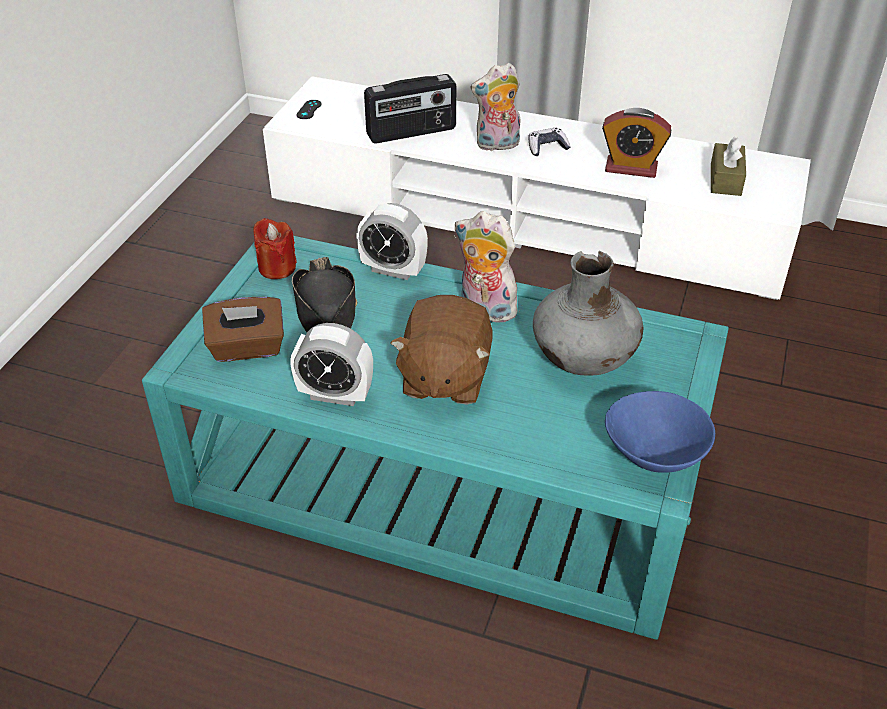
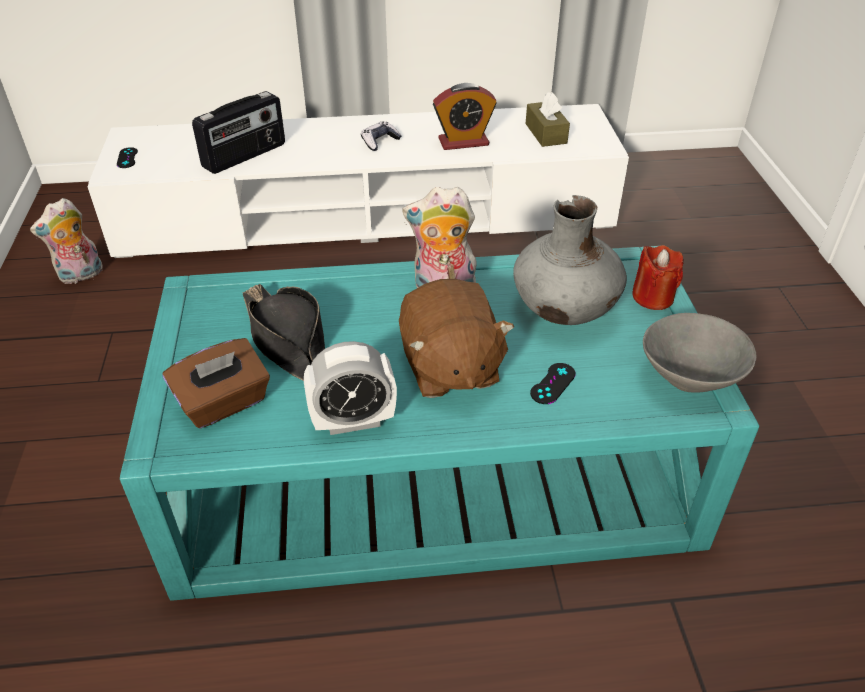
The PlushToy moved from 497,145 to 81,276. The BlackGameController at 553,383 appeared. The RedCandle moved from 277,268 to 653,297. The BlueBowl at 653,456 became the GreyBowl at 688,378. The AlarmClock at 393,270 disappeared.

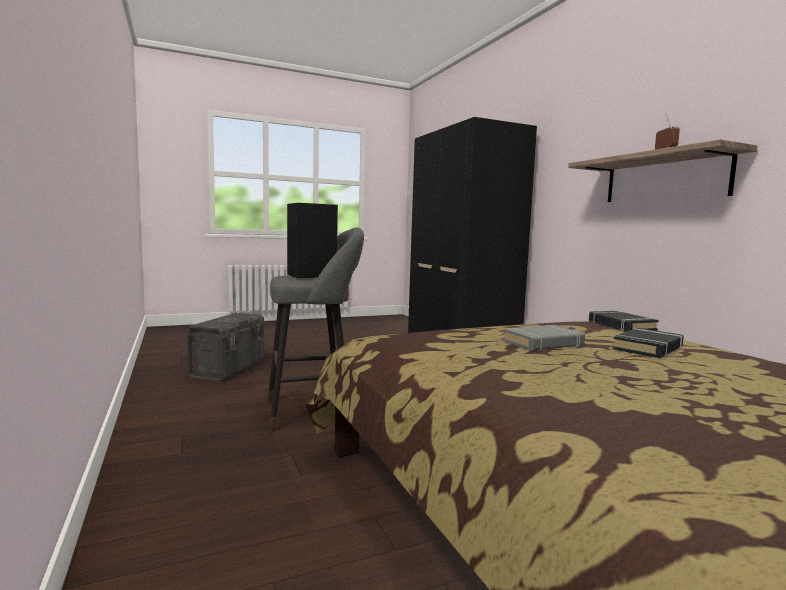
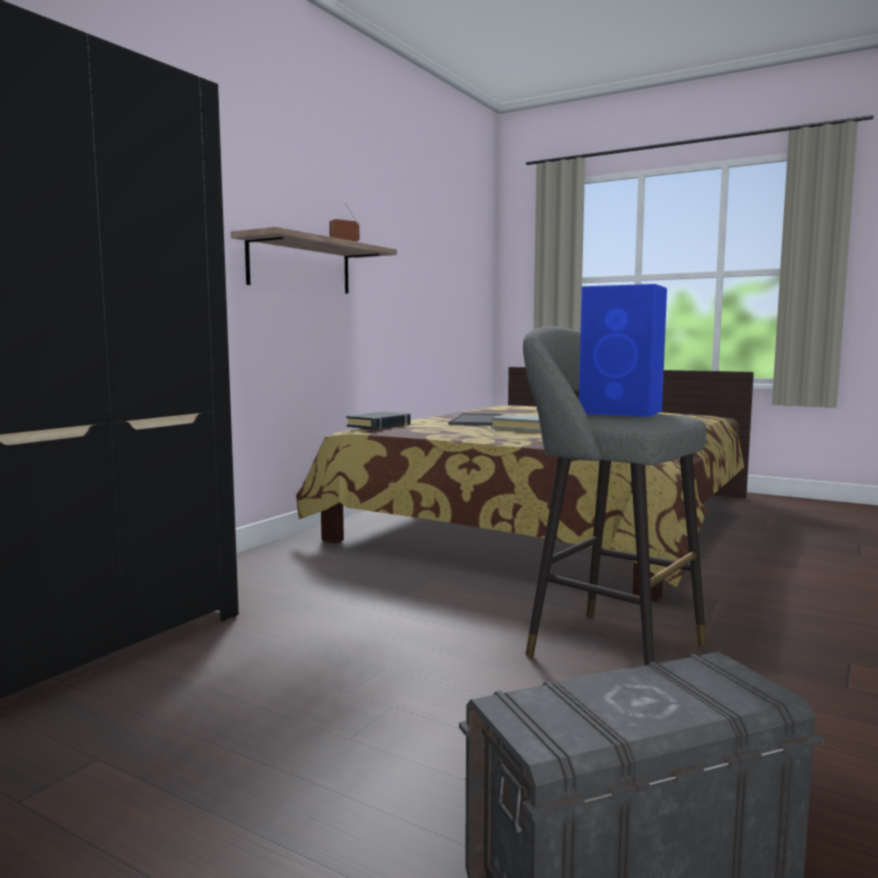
The BlackBook at 648,348 was replaced by the Tray at 476,420. The BlackSpeaker at 310,276 became the BlueSpeaker at 623,412.

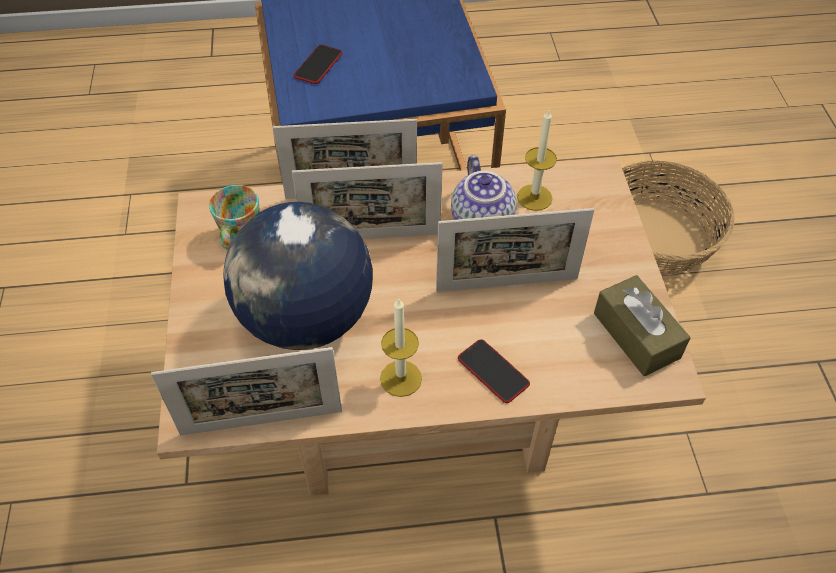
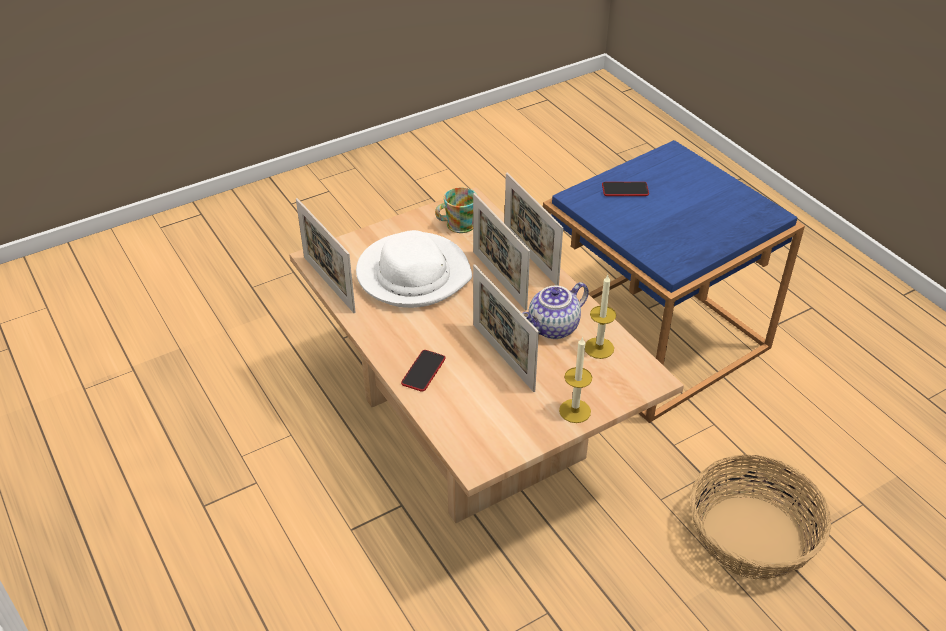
The Globe at 305,318 was replaced by the WhiteHat at 413,274. The Candle moved from 401,378 to 575,411. The BrownTissueBox at 636,335 disappeared.

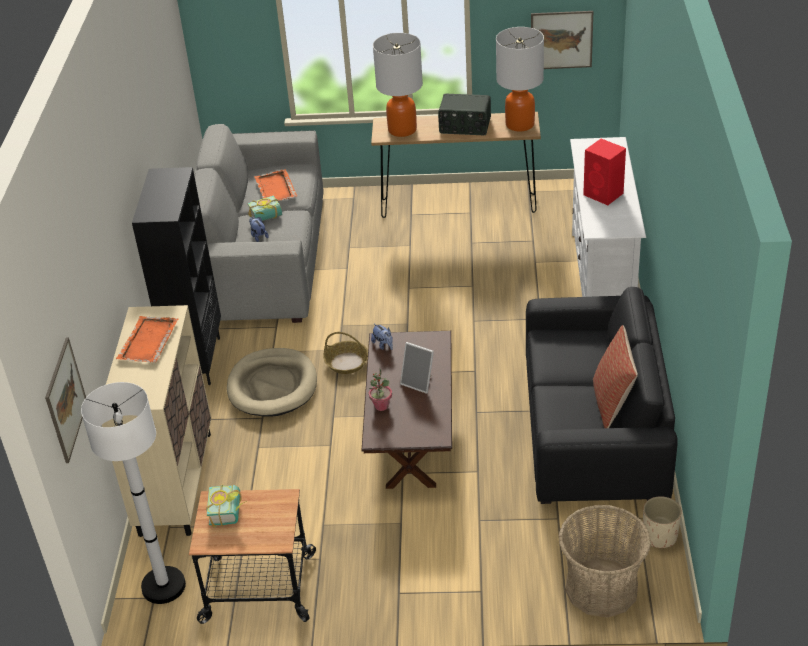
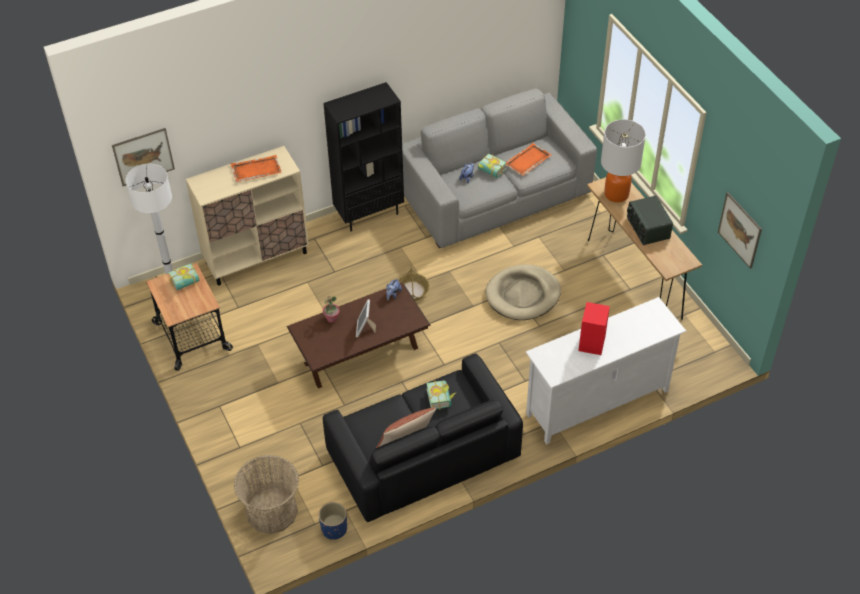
The BeigePlanter at 660,536 became the BluePlanter at 334,529. The Book at 442,398 appeared. The BeigeDogBed moved from 272,386 to 523,295. The TableLamp at 520,124 disappeared.

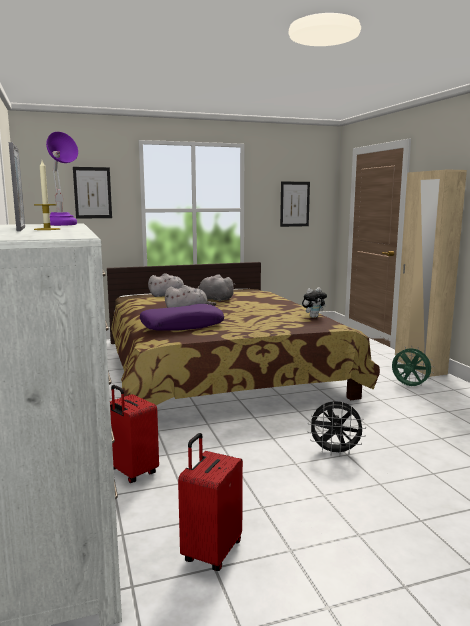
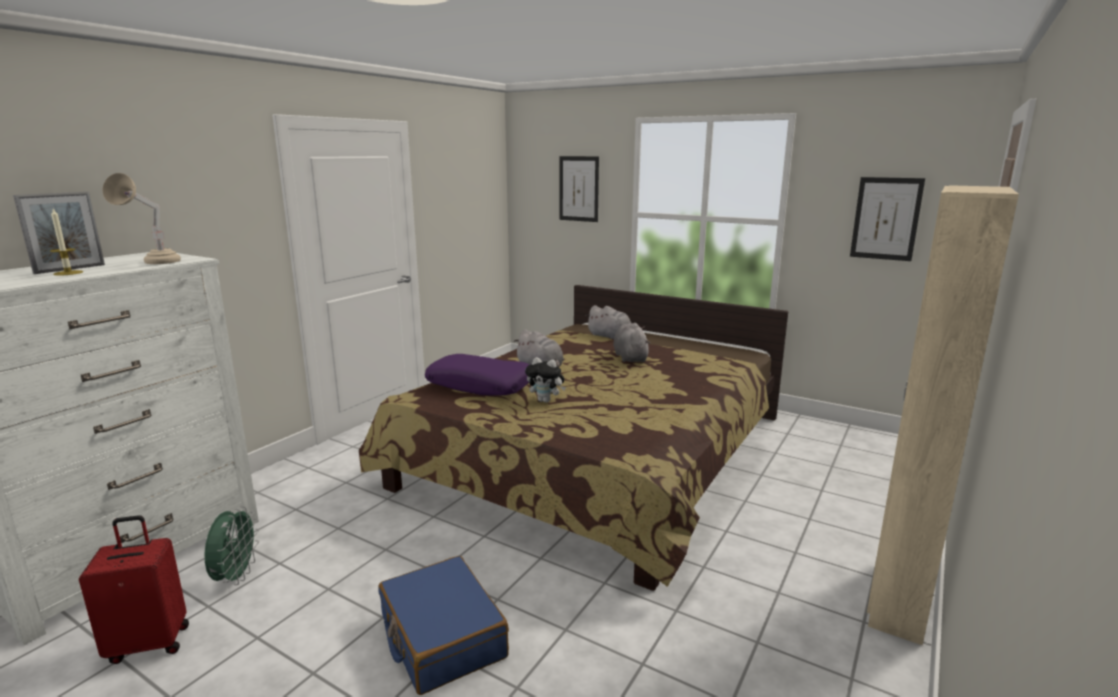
The PurpleTableLamp at 63,225 became the BeigeTableLamp at 154,263. The GreenFan moved from 409,386 to 236,577. The BlackFan at 335,452 was replaced by the BlueSuitcase at 441,637. The PlushToy moved from 313,317 to 546,400. The RedSuitcase at 131,472 disappeared.

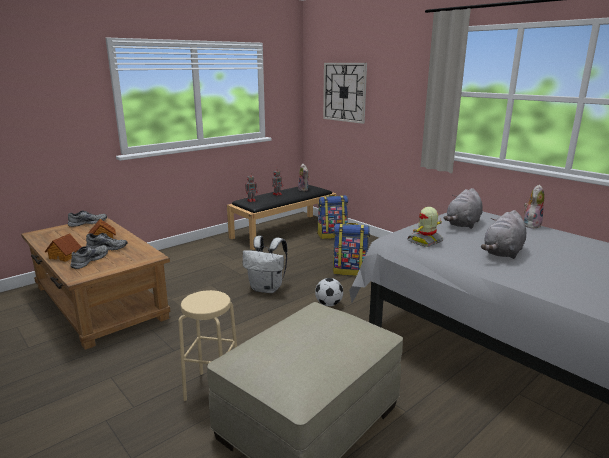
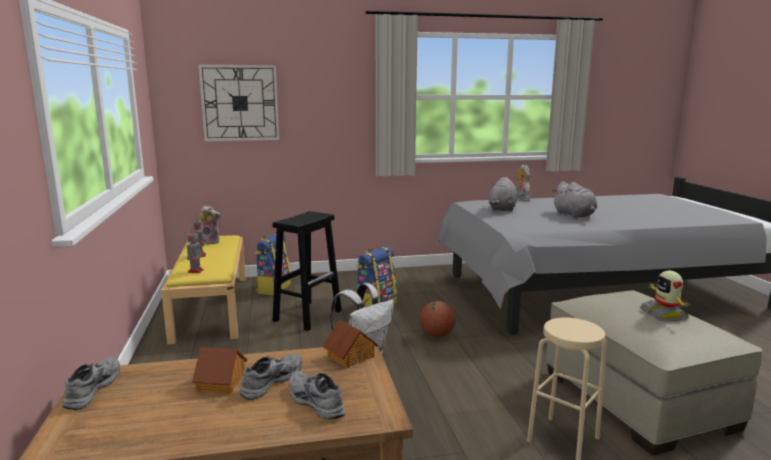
The BlackBench at 284,230 became the YellowBench at 211,306. The BlackStool at 308,315 appeared. The ToyHouse moved from 65,256 to 350,356. The Football at 329,304 was replaced by the Basketball at 437,335. The GreyPlushToy at 463,224 turned 45 degrees clockwise. The ToyRobot moved from 425,241 to 664,314.

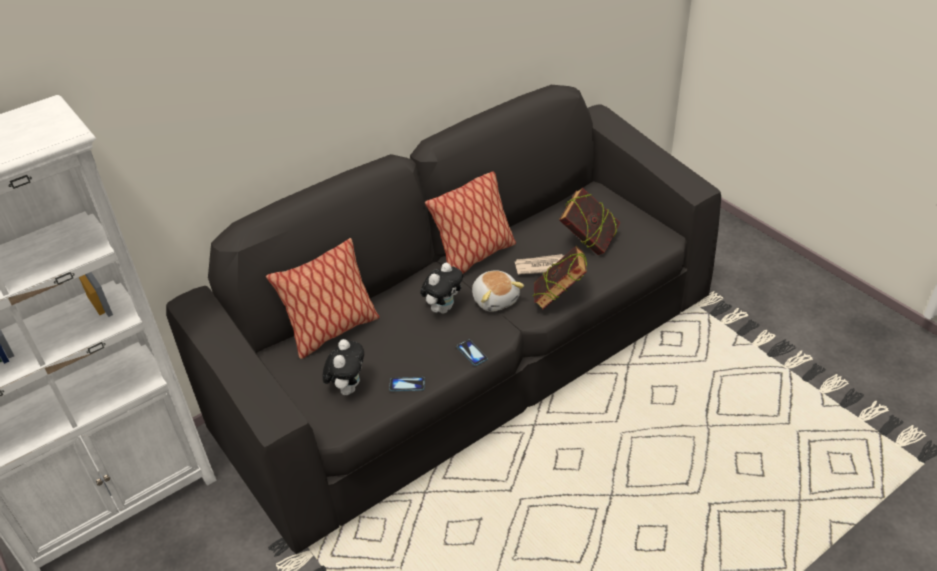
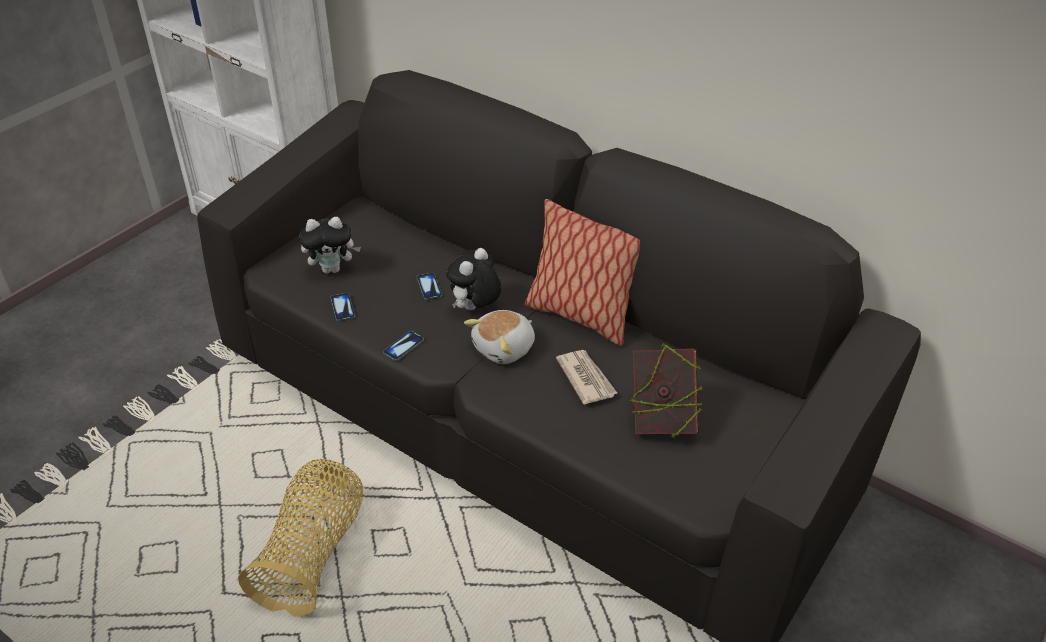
The Basket at 313,554 appeared. The Phone at 429,287 appeared. The PlushToy at 443,308 turned 105 degrees clockwise. The Pillow at 332,331 disappeared. The Book at 558,299 disappeared.

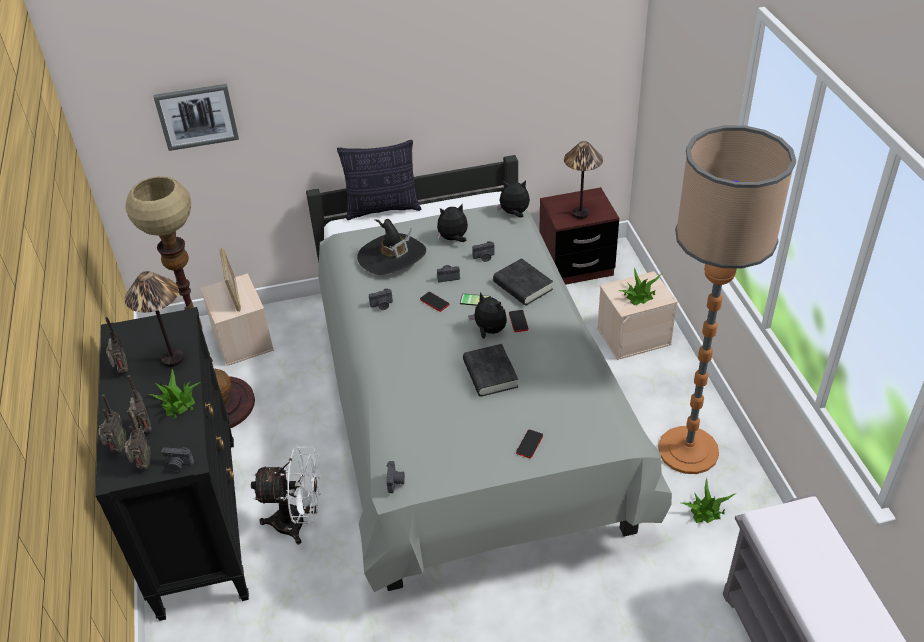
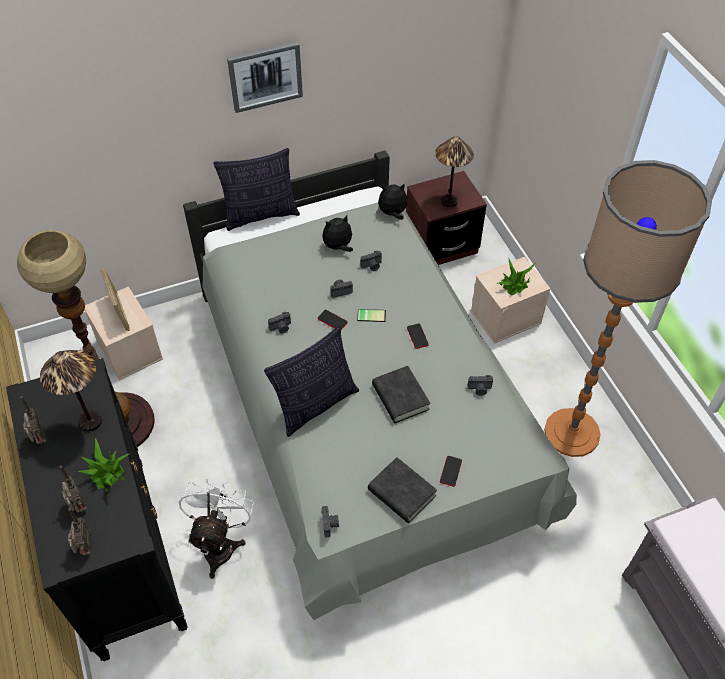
The WhiteFan at 298,523 turned 75 degrees counterclockwise. The Picture moved from 197,116 to 265,76. The Pillow at 316,405 appeared. The BlackBook moved from 522,286 to 401,493. The PhotoCamera moved from 178,465 to 479,389. The Radio at 117,448 disappeared. The BlackHat at 392,257 disappeared. The PlushToy at 489,331 disappeared. The PottedPlant at 706,511 disappeared.

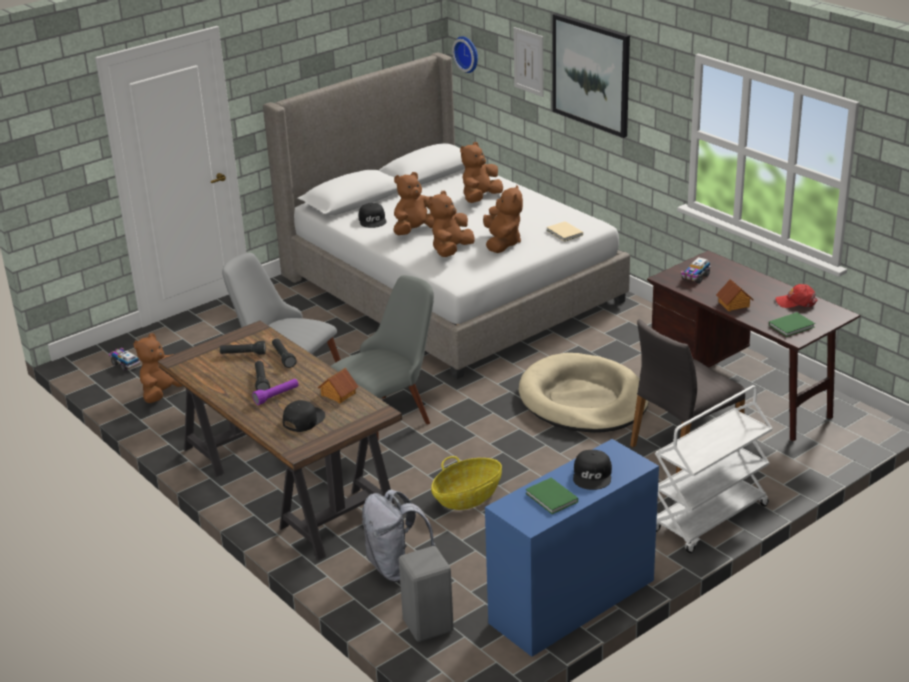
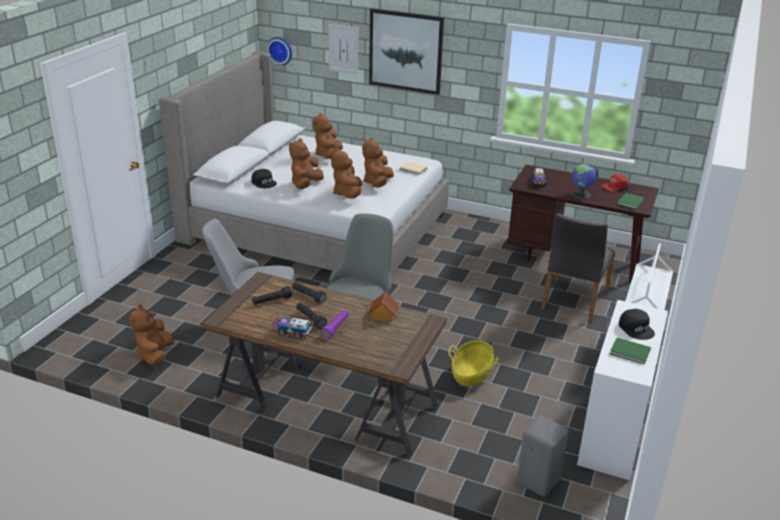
The ToyTruck moved from 125,364 to 292,332. The BrownPlushToy at 502,243 turned 135 degrees counterclockwise. The ToyHouse at 734,304 was replaced by the Globe at 581,195. The BlueDesk at 572,602 became the WhiteDesk at 614,430. The BlackCap at 303,419 disappeared. The GreyBackpack at 396,567 disappeared. The BeigeDogBed at 583,400 disappeared.

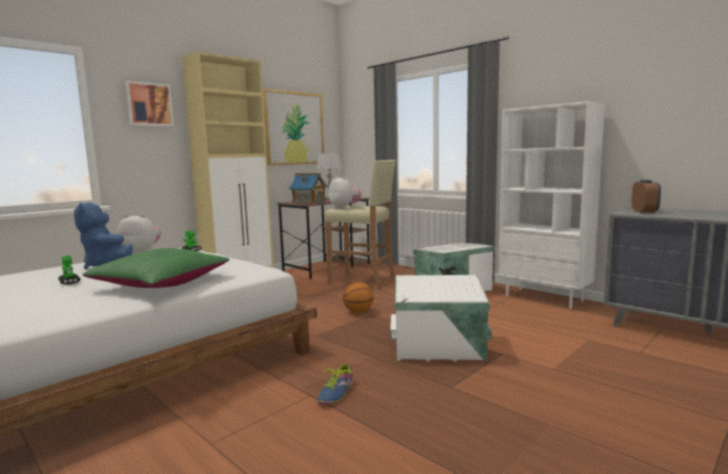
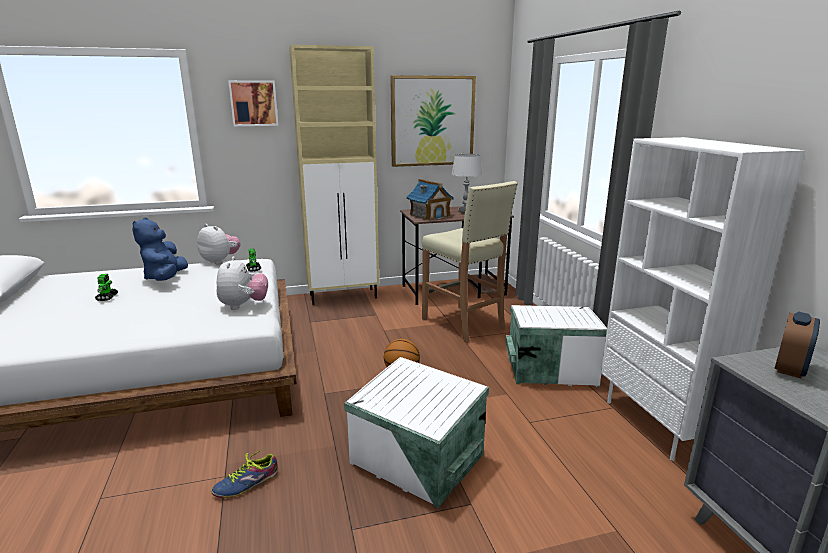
The PlushToy moved from 344,208 to 243,305. The GreenPillow at 161,284 disappeared.

